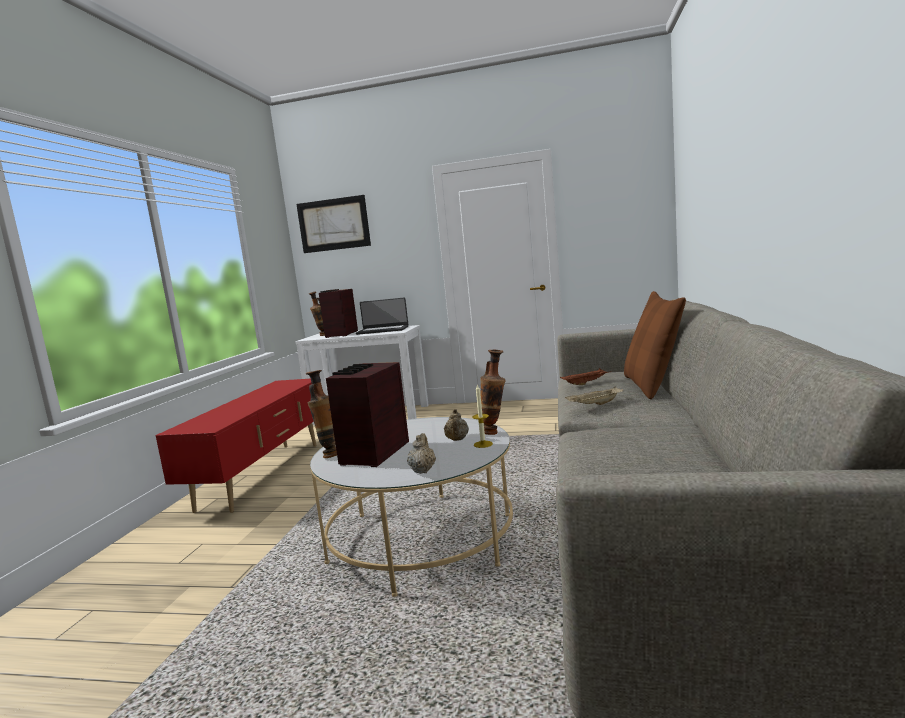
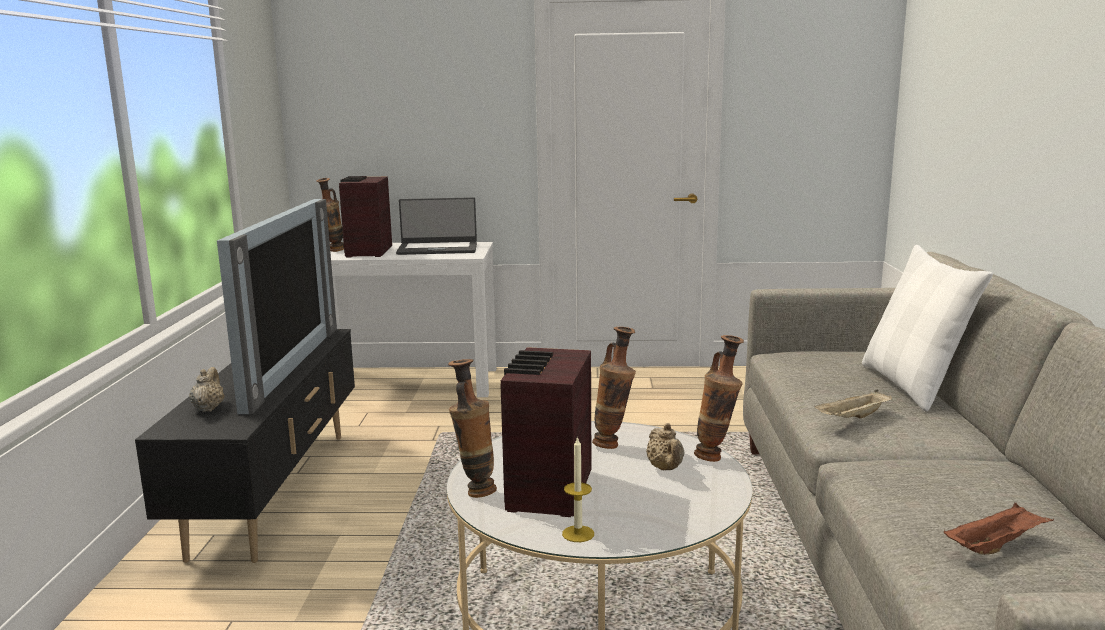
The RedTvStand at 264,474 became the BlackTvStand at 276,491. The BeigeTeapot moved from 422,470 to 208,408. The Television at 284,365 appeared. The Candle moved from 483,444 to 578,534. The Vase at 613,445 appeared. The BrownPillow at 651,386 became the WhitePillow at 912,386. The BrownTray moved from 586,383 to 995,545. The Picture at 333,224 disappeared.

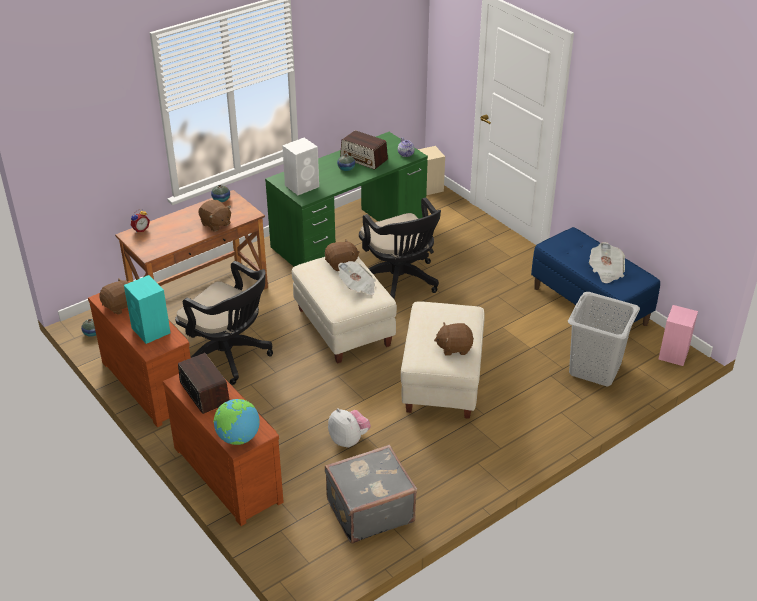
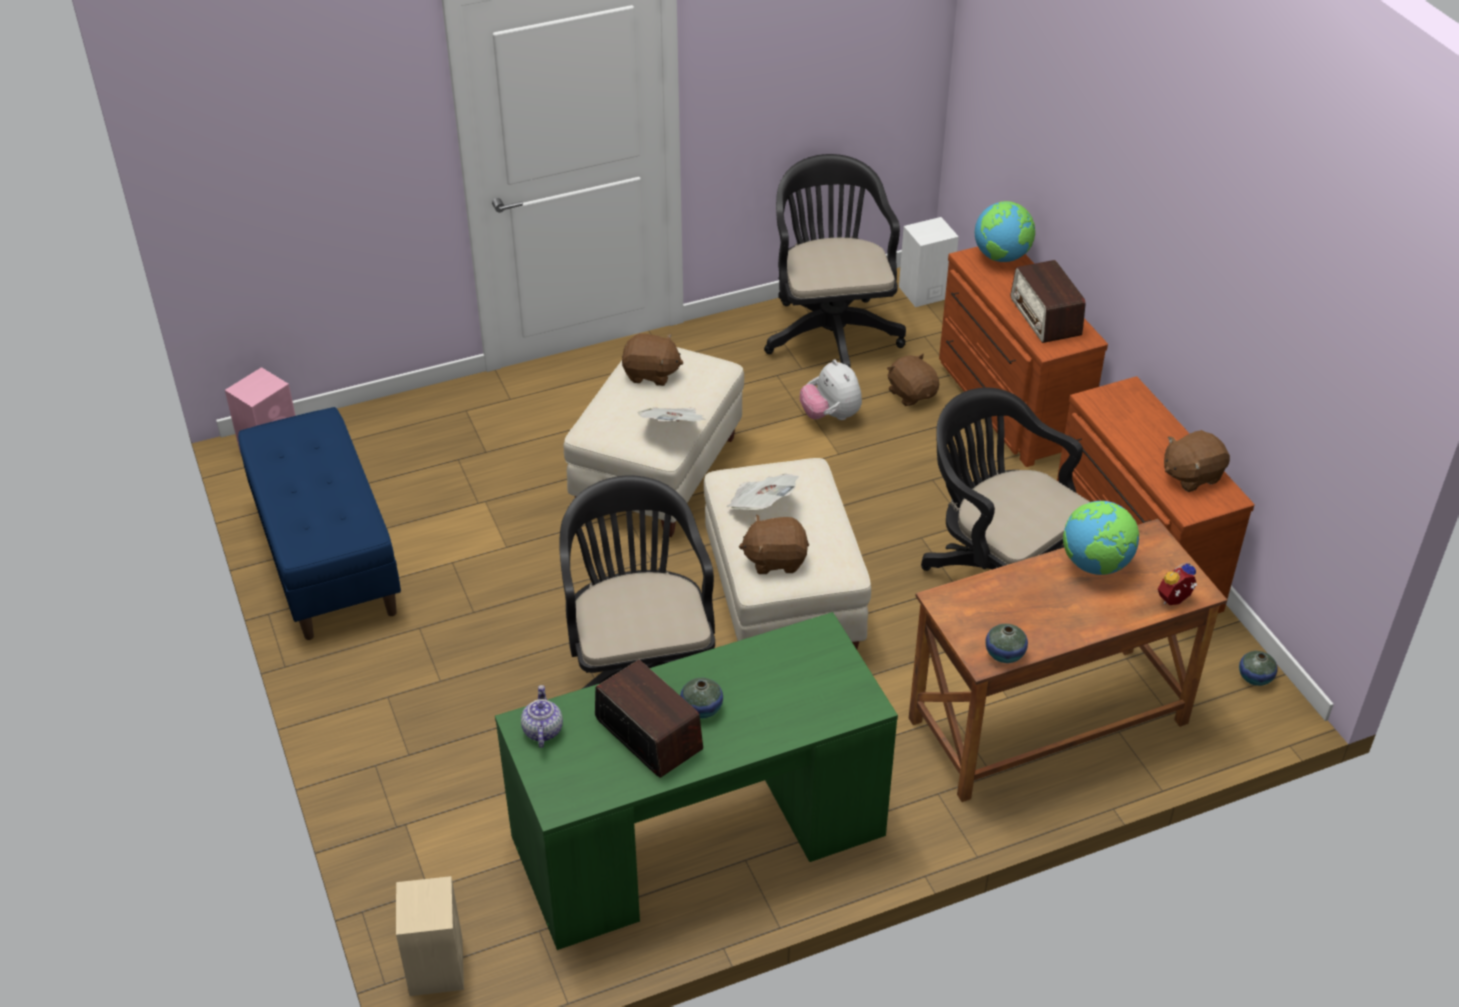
The Newspaper moved from 606,271 to 674,428. The GreySuitcase at 369,510 was replaced by the BlackOfficeChair at 830,331. The BrownPlushToy moved from 216,224 to 912,393. The WhiteSpeaker moved from 302,186 to 924,292. The Globe at 1096,565 appeared. The TurquoiseSpeaker at 151,331 disappeared. The GreyLaundryBasket at 595,369 disappeared.

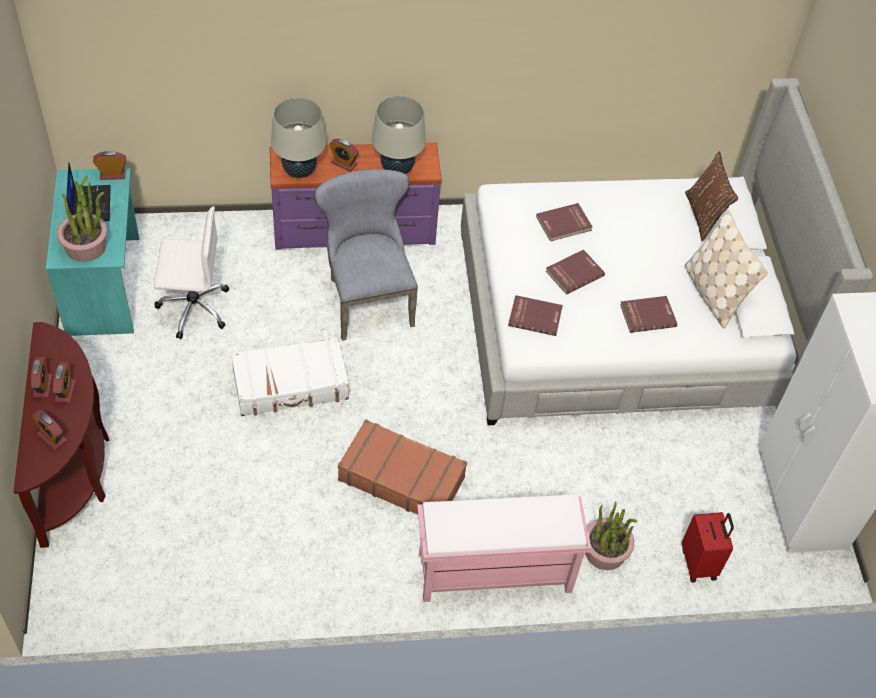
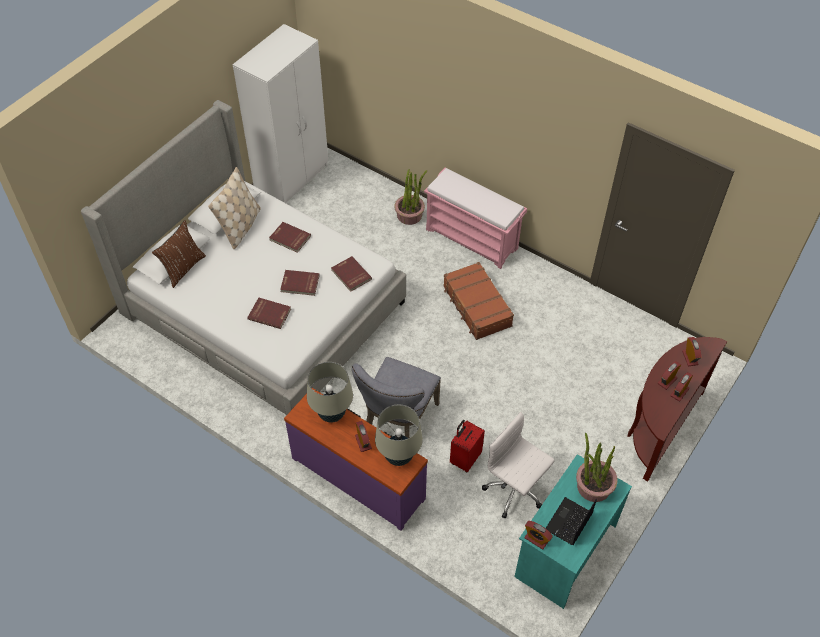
The RedSuitcase moved from 699,563 to 465,458. The WhiteSuitcase at 291,385 disappeared.

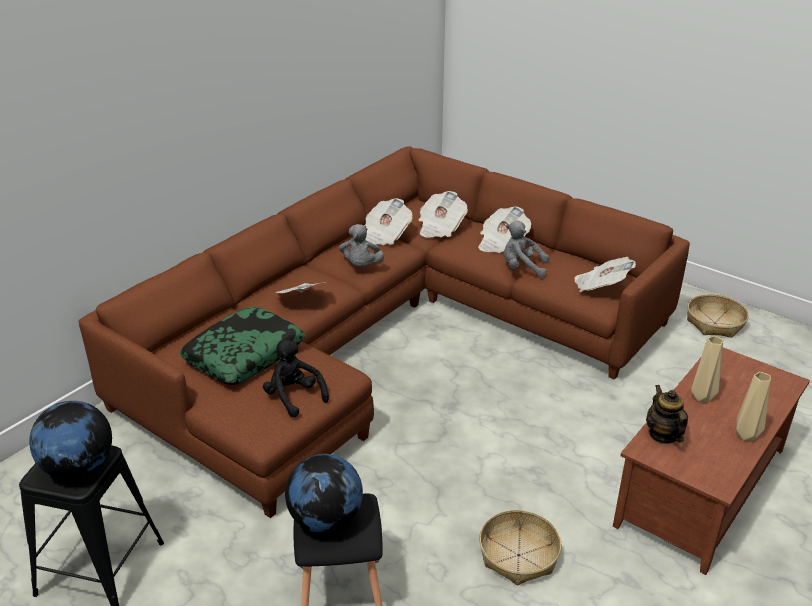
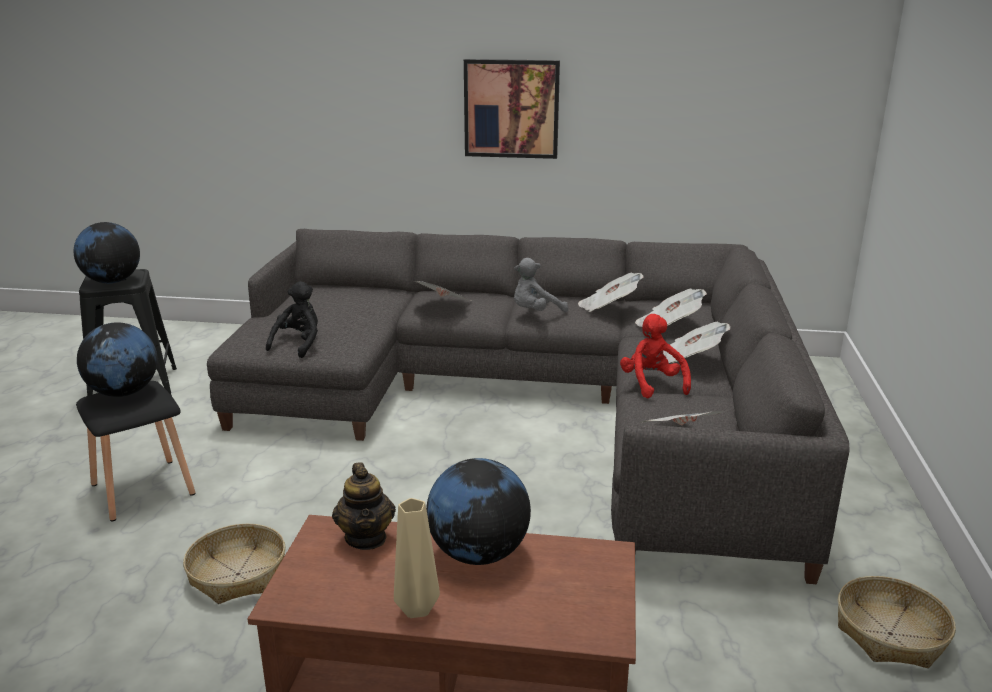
The BrownSofa at 386,334 became the GreySofa at 536,402. The Teapot at 663,435 turned 120 degrees clockwise. The BeigeVase at 700,397 was replaced by the Globe at 478,553. The Picture at 511,108 appeared. The GreyPlushToy at 522,268 became the RedPlushToy at 652,384. The Pillow at 244,355 disappeared.

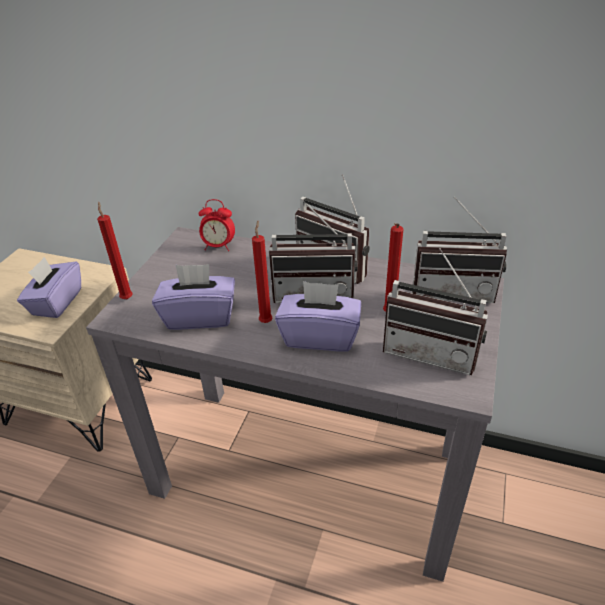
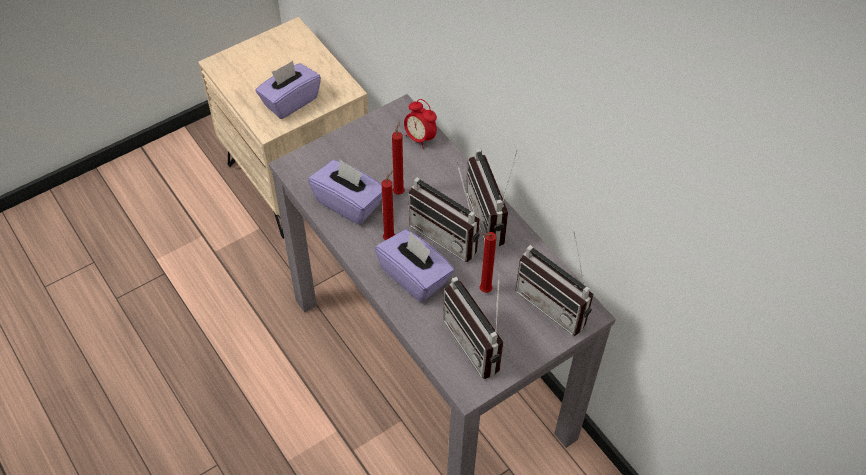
The RedCandle moved from 127,298 to 399,191.

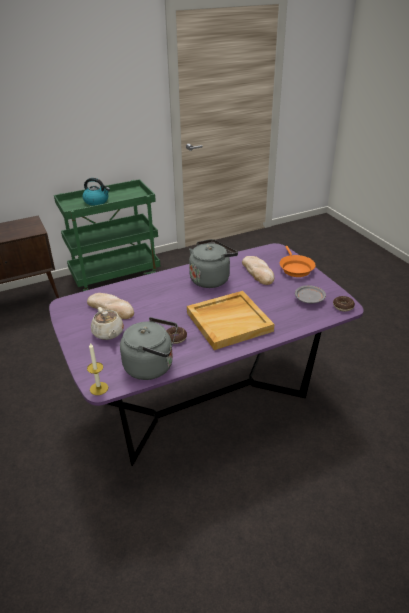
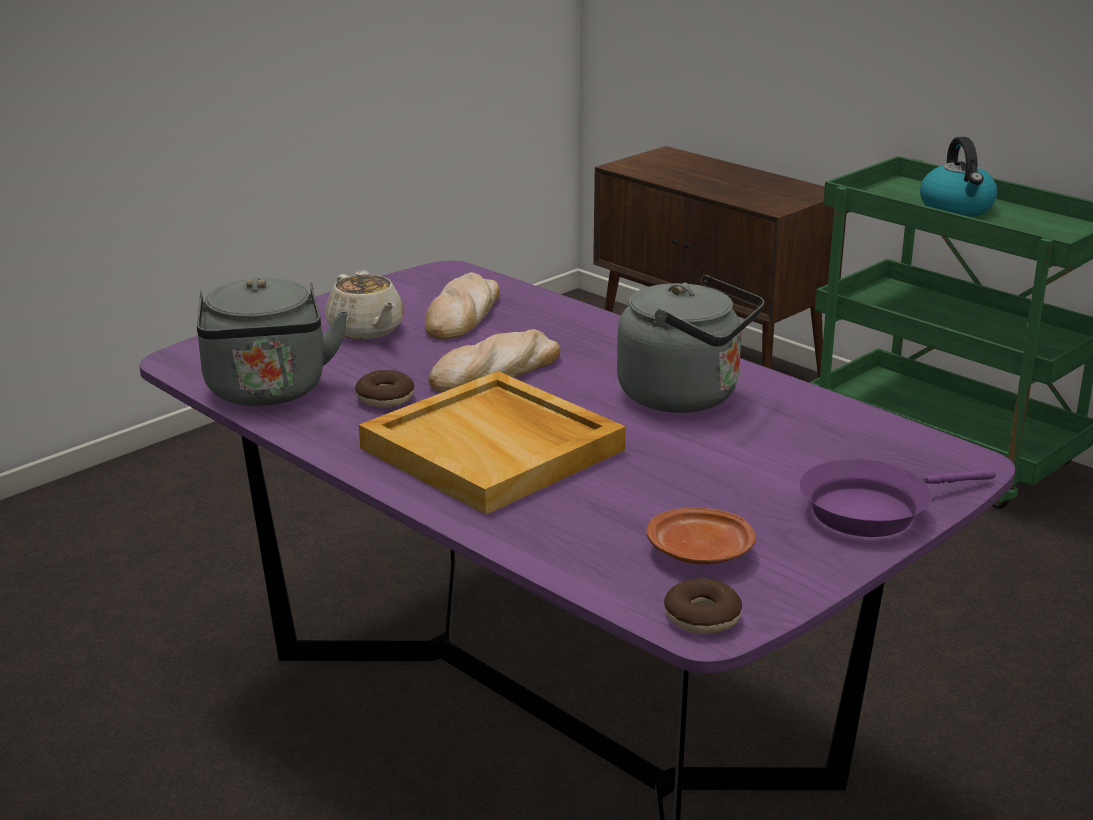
The BeigeTeapot at 108,333 turned 75 degrees counterclockwise. The Bread moved from 258,272 to 495,371. The GreyPlate at 309,299 became the BrownPlate at 701,553. The OrangeFryingPan at 295,268 became the PurpleFryingPan at 872,510. The Candle at 99,388 disappeared.

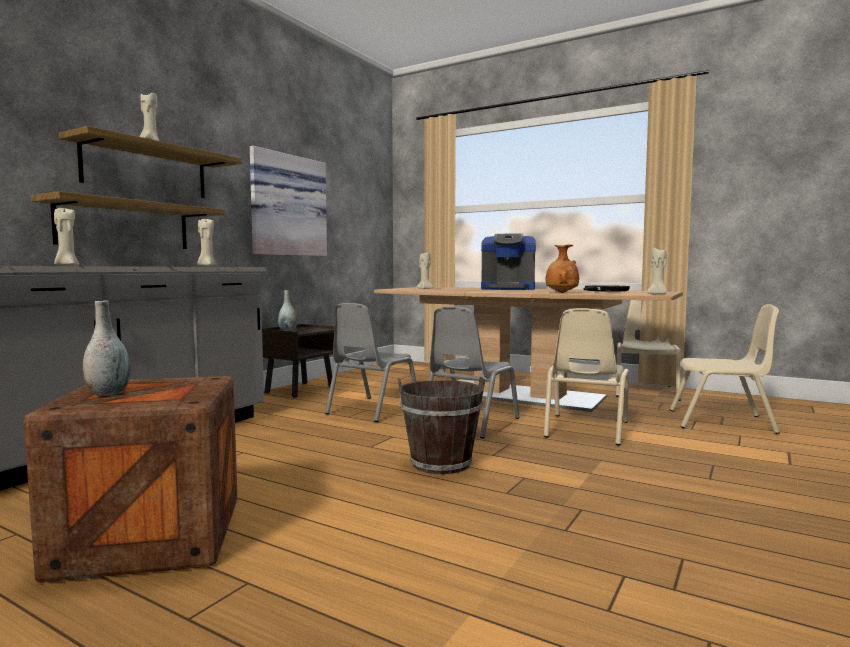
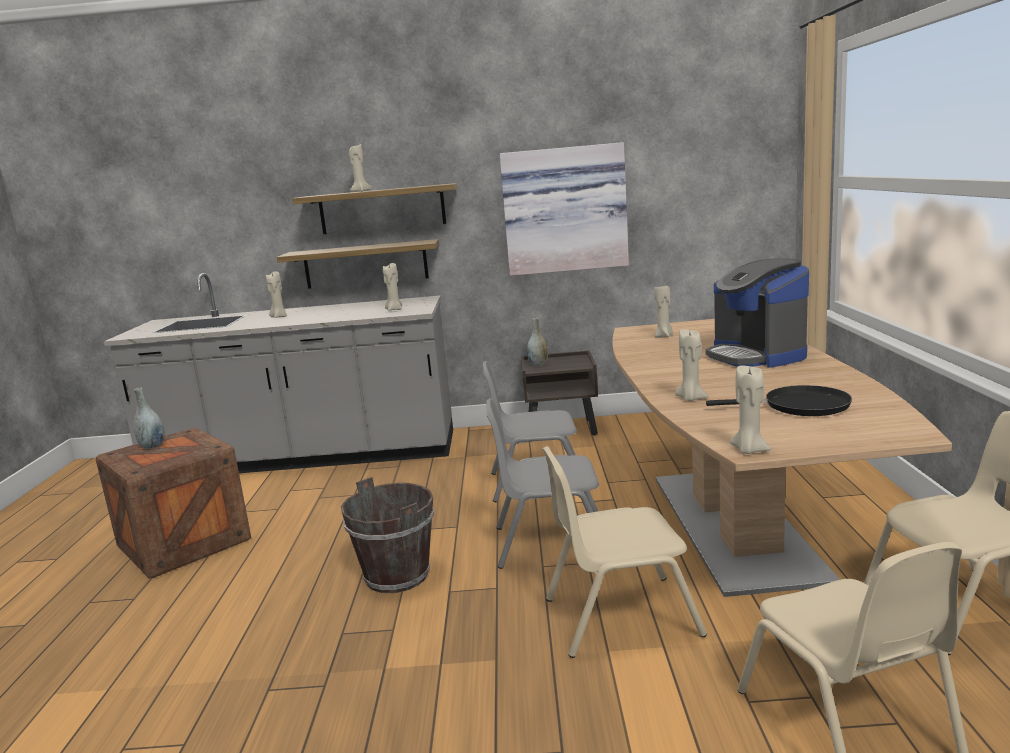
The BrownVase at 561,292 was replaced by the BeigeCandle at 690,399.

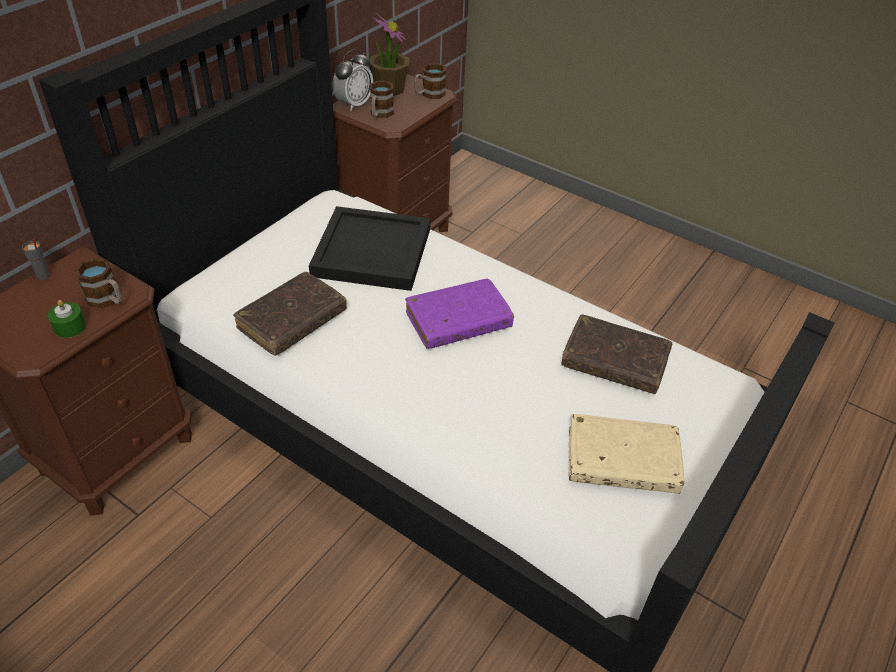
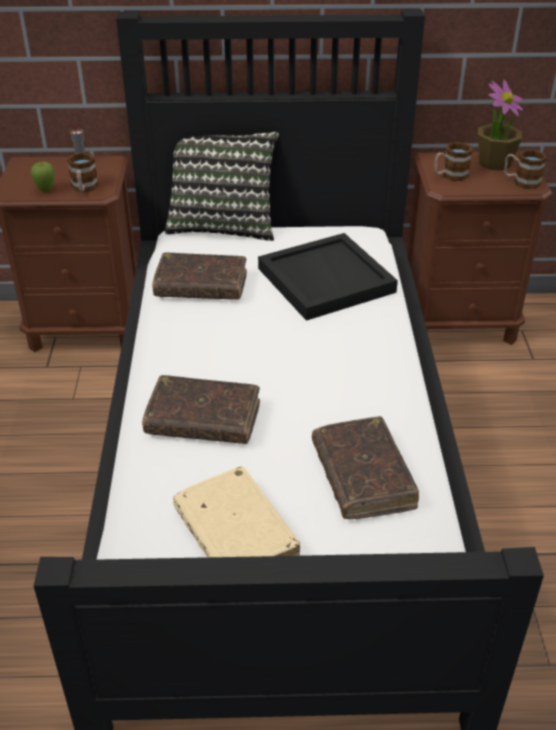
The GreenCandle at 70,327 was replaced by the Apple at 46,191. The BrownBook at 203,419 appeared. The Pillow at 223,225 appeared. The AlarmClock at 354,104 disappeared. The PurpleBook at 458,322 disappeared.

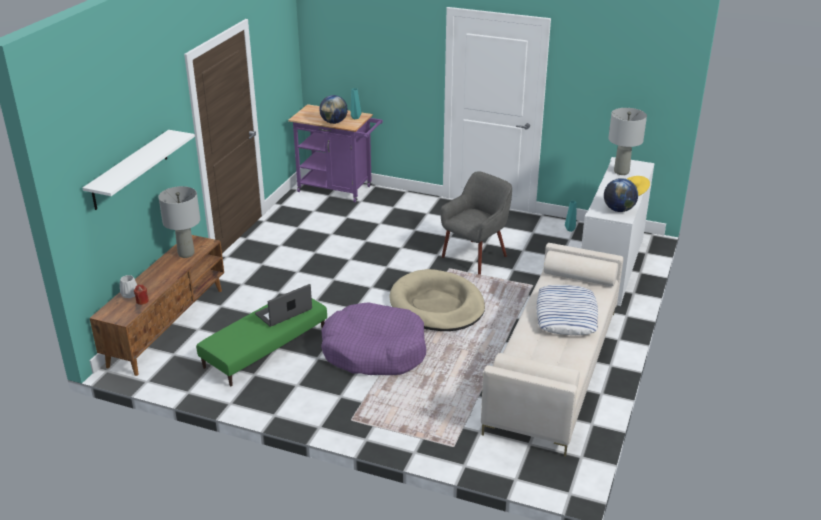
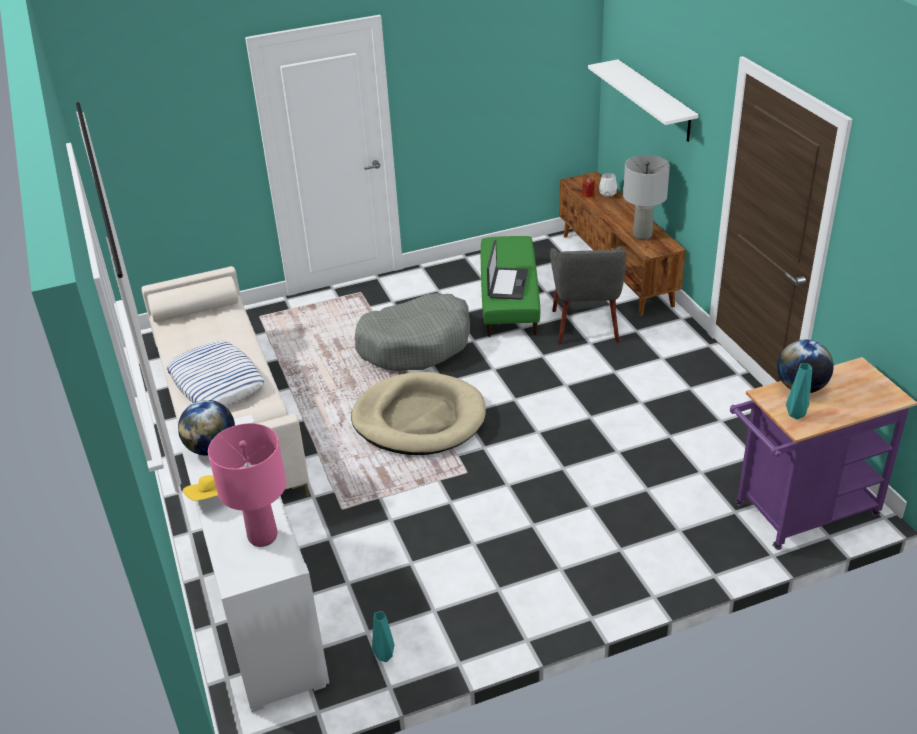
The GreyTableLamp at 621,171 became the PinkTableLamp at 263,537. The PurpleDogBed at 374,351 became the GreyDogBed at 416,344. The GreyArmchair moved from 475,256 to 586,326.

